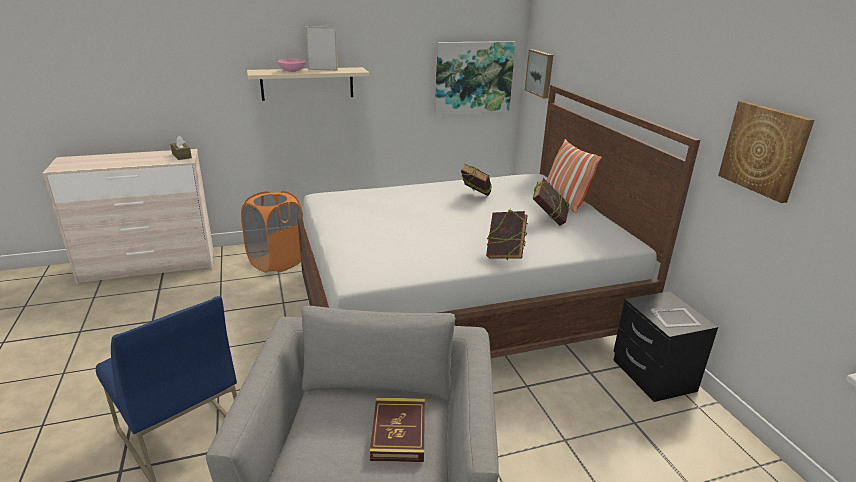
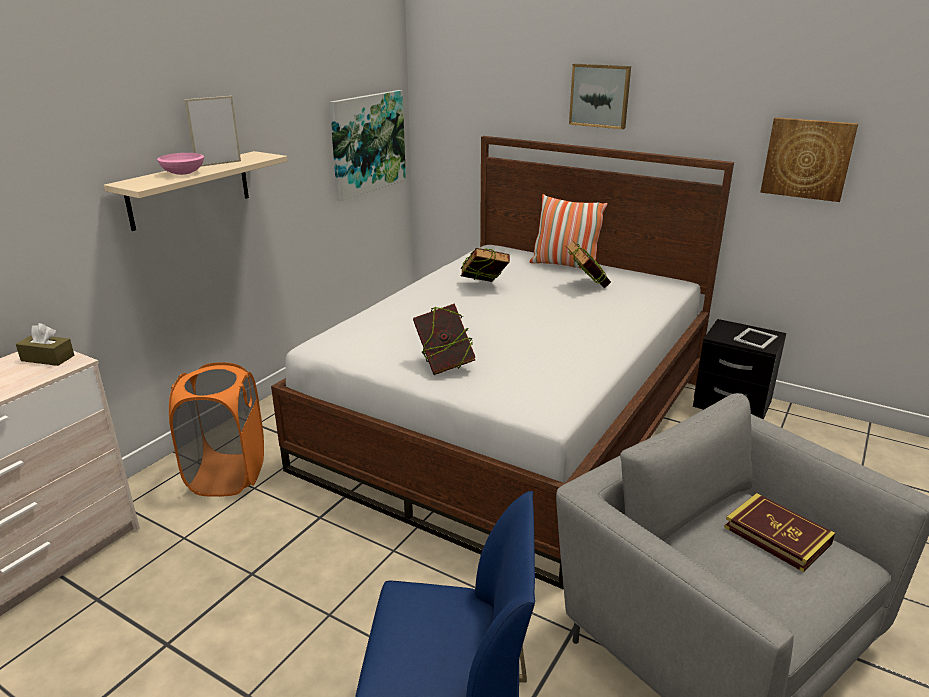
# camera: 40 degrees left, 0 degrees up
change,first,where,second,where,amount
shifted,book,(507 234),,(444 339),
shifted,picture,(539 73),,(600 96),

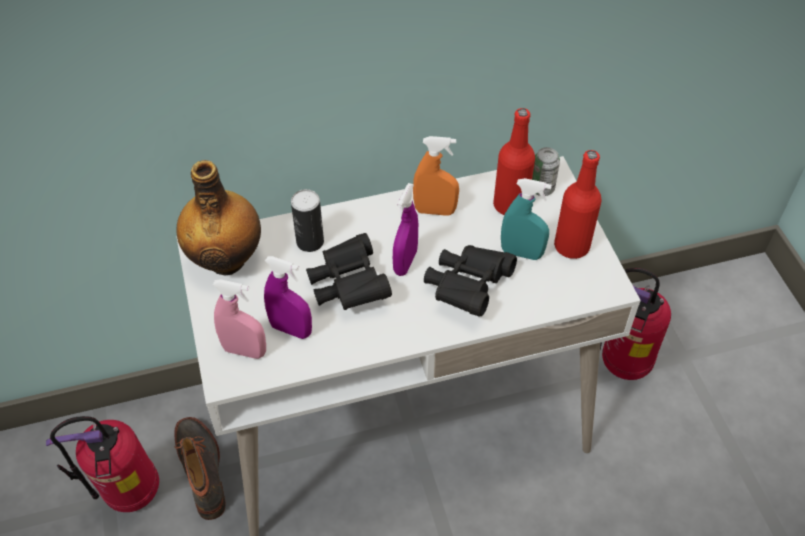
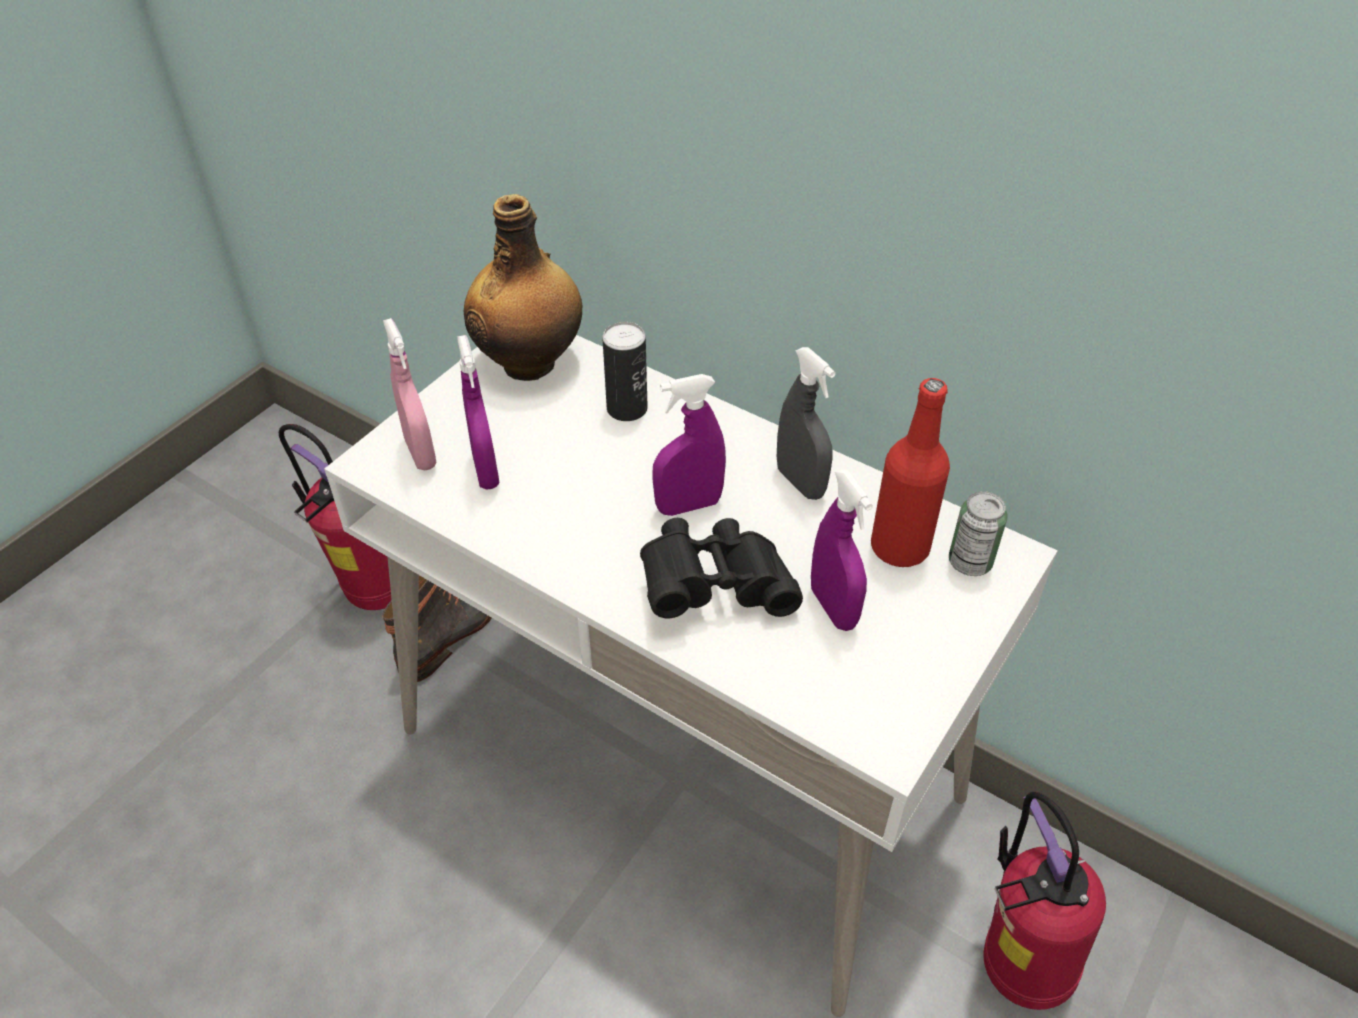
# camera: 50 degrees right, 5 degrees down
change,first,where,second,where,amount
gone,black binoculars,(349 271),,,
gone,red bottle,(578 204),,,
repainted,orange spray bottle,(436 176),grey spray bottle,(806 423),
repainted,turquoise spray bottle,(526 219),purple spray bottle,(842 550),

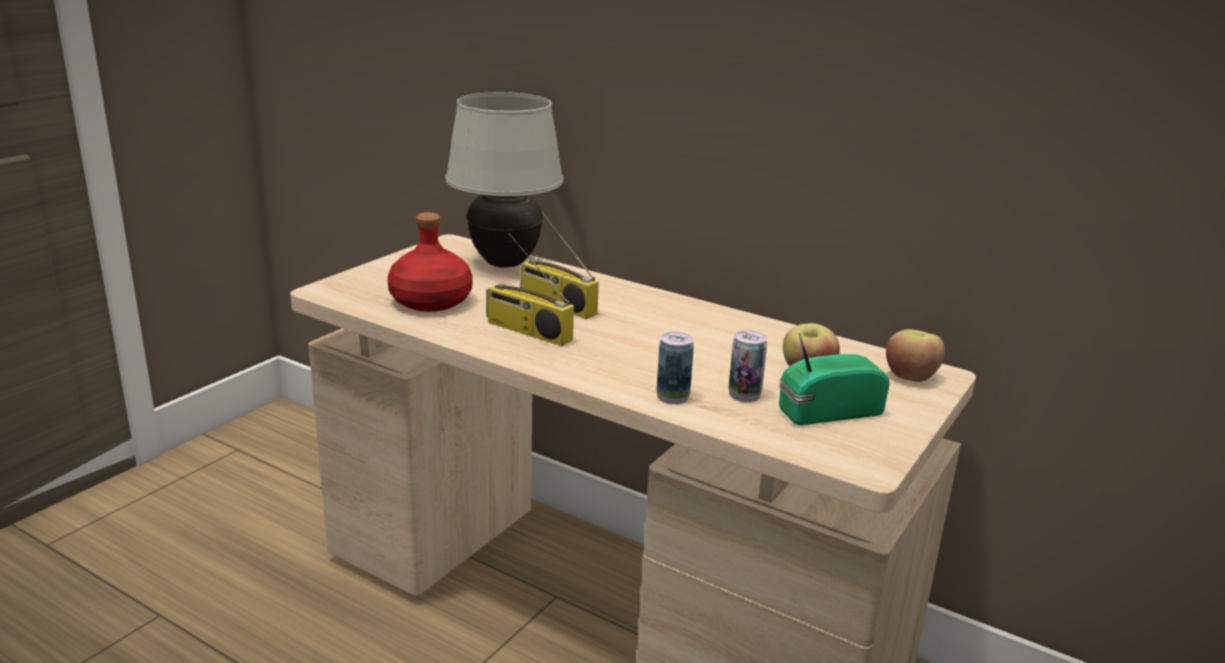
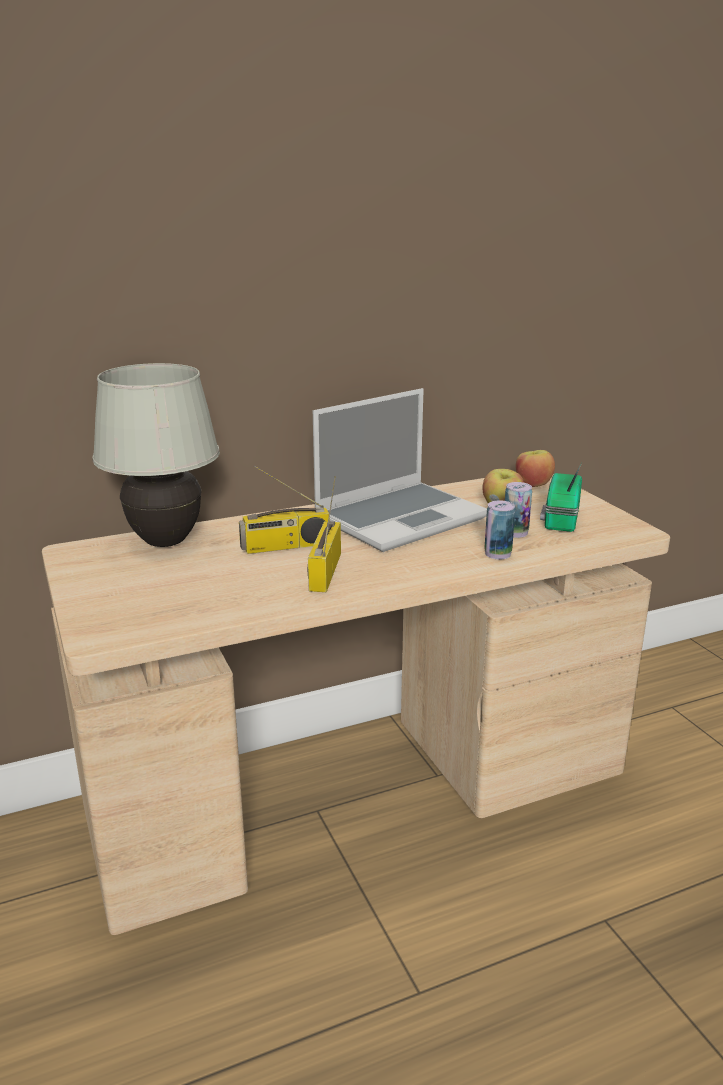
# camera: 55 degrees left, 0 degrees up
change,first,where,second,where,amount
gone,red bottle,(430 262),,,
new,,,laptop,(400 470),
rotated,radio,(530 289),,(324 534),120 degrees clockwise

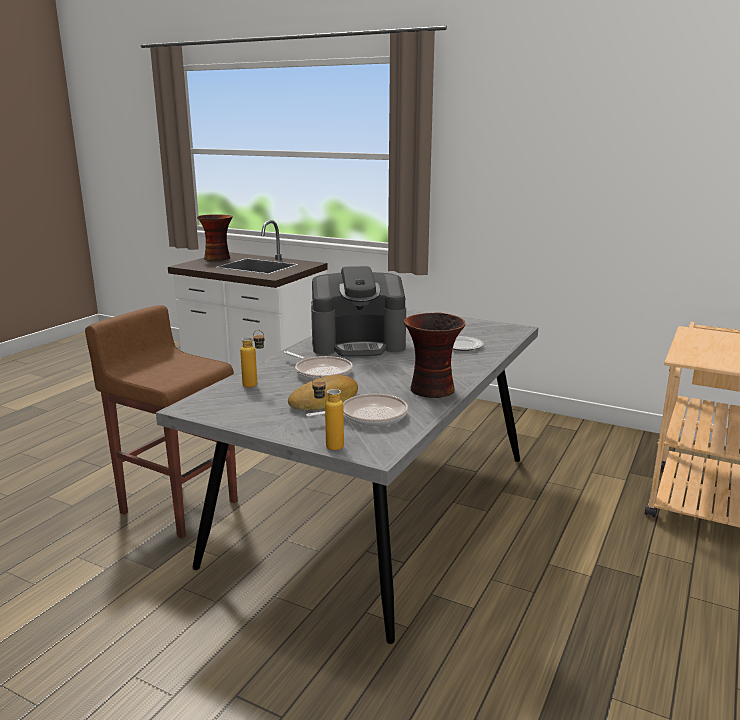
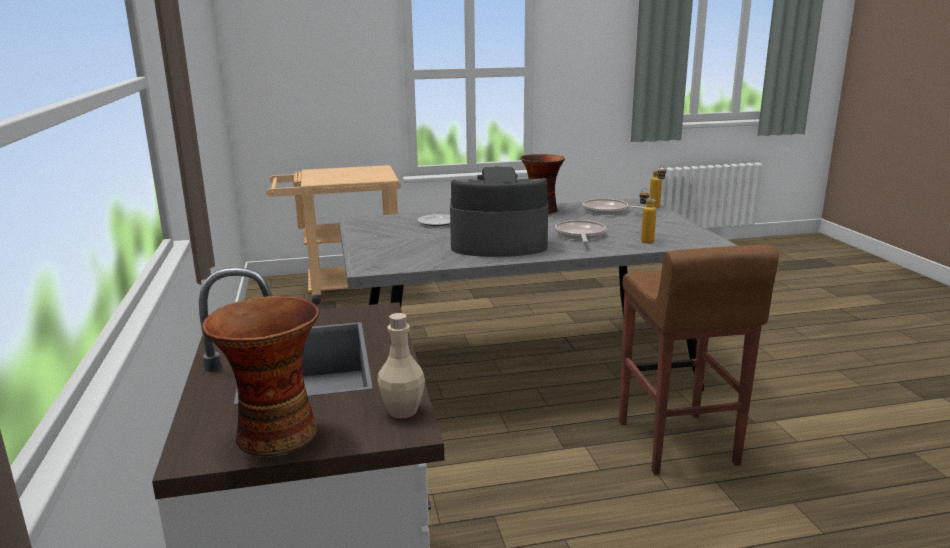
# camera: 130 degrees left, 0 degrees up
change,first,where,second,where,amount
gone,bread,(323 393),,,
new,,,beige bottle,(401 365),
rotated,coffee machine,(358 311),,(499 211),45 degrees counterclockwise

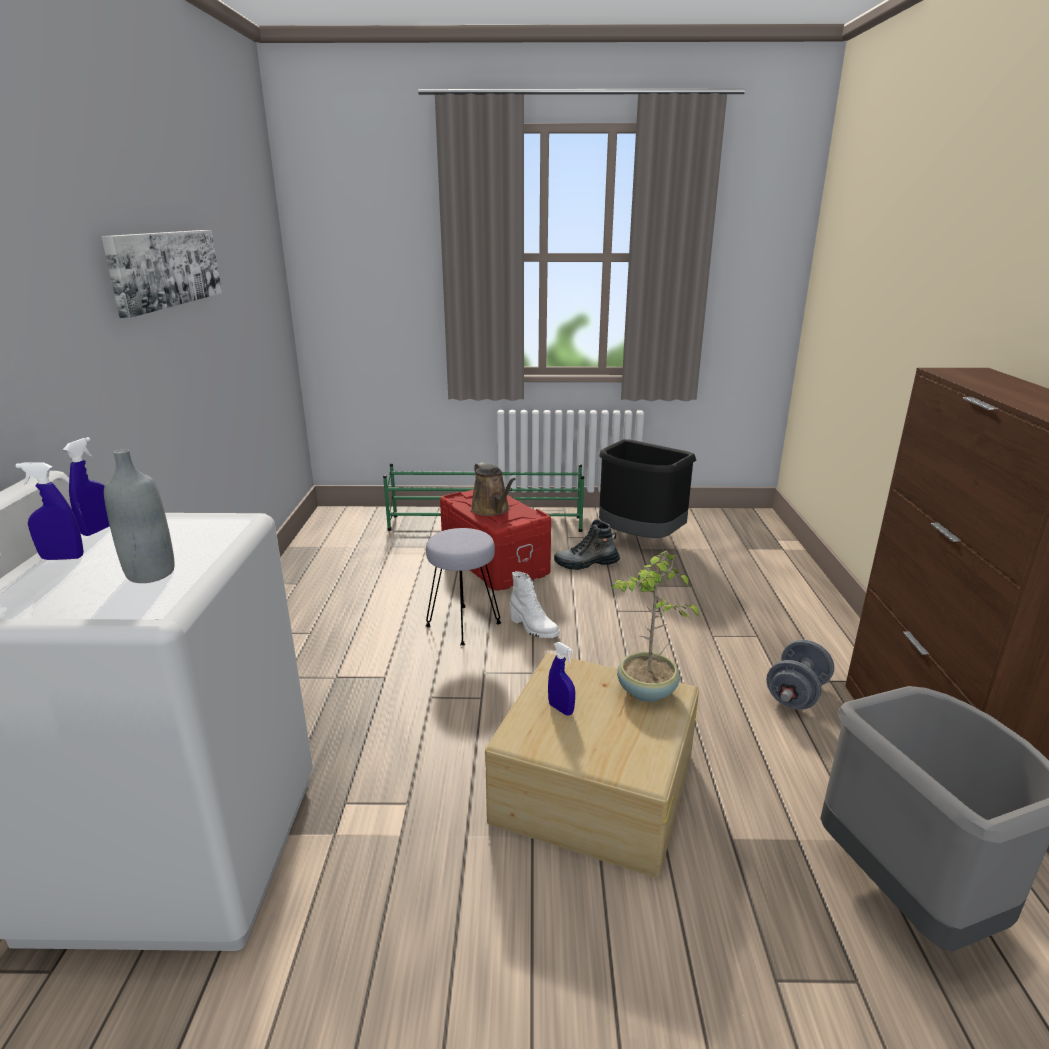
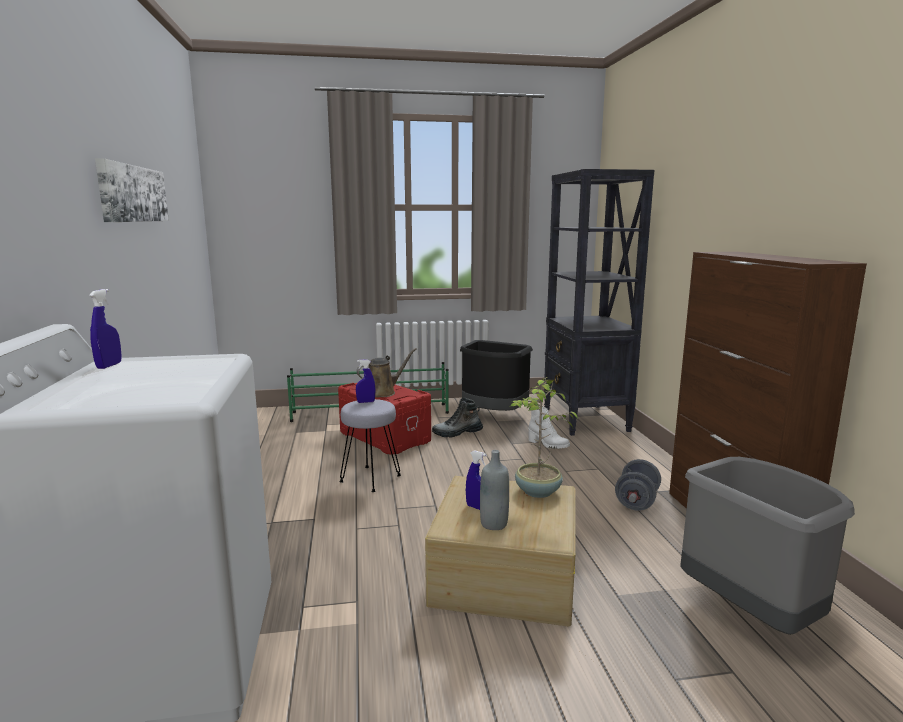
# camera: 10 degrees left, 10 degrees down
change,first,where,second,where,amount
new,,,black bookcase,(599 302),
shifted,blue spray bottle,(49 511),,(365 381),
shifted,grey bottle,(139 516),,(494 490),
shifted,white boot,(535 604),,(549 427),
rotated,brown watering can,(493 489),,(386 372),90 degrees counterclockwise

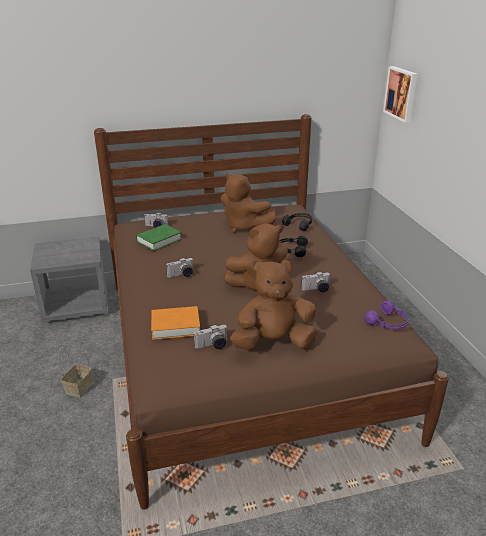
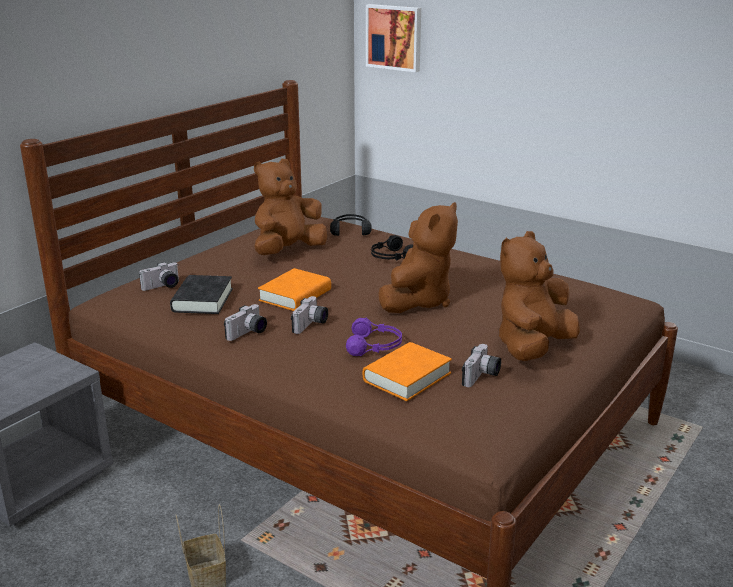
# camera: 40 degrees left, 5 degrees down
change,first,where,second,where,amount
new,,,orange book,(294 289),
shifted,photo camera,(316 281),,(245 322),
shifted,purple headphones,(386 315),,(374 337),
repainted,green book,(159 237),black book,(201 294),
rotated,brown plush toy,(248 203),,(290 207),135 degrees clockwise

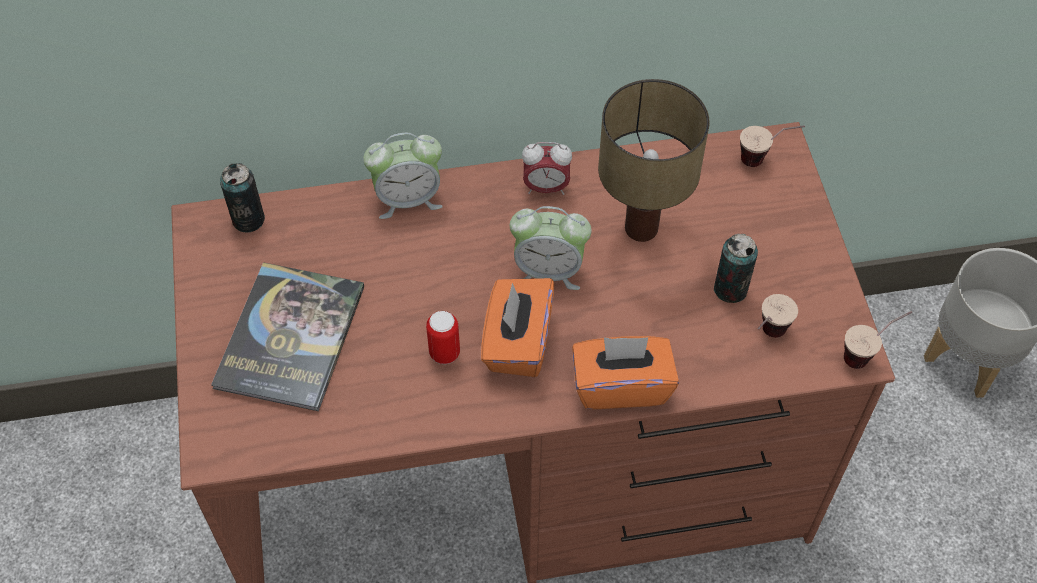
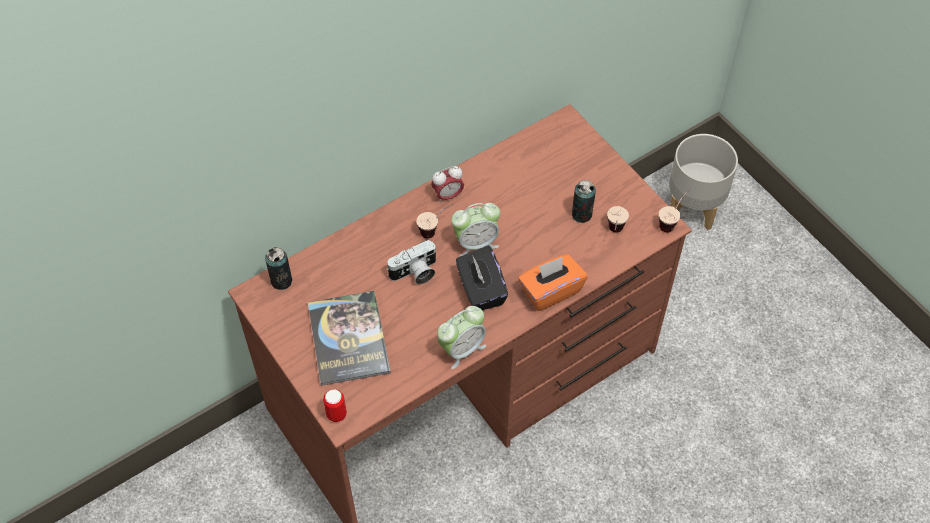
# camera: 25 degrees left, 0 degrees up
change,first,where,second,where,amount
gone,table lamp,(653 160),,,
new,,,photo camera,(412 262),
shifted,alarm clock,(403 176),,(461 337),
shifted,can,(443 337),,(335 405),
shifted,cup,(772 146),,(435 221),
repainted,orange tissue box,(517 327),black tissue box,(482 278),

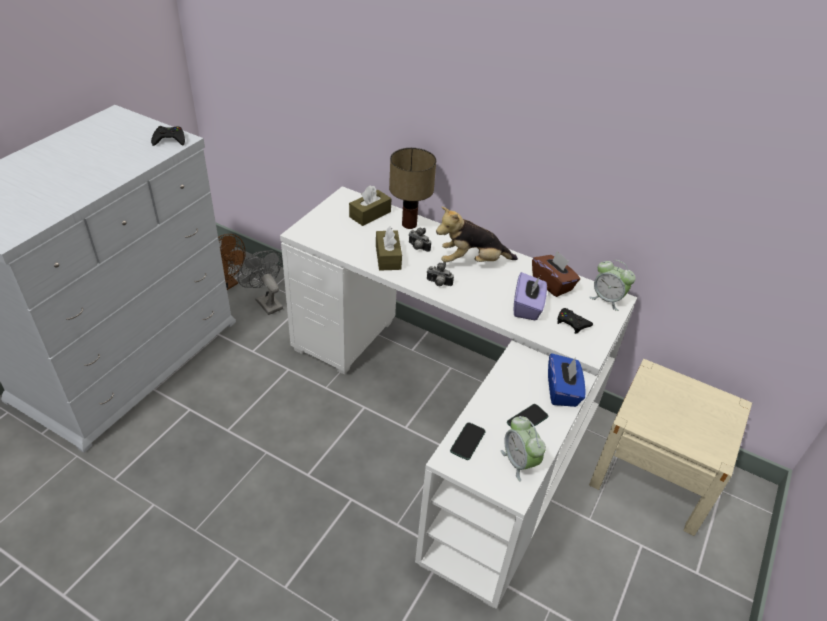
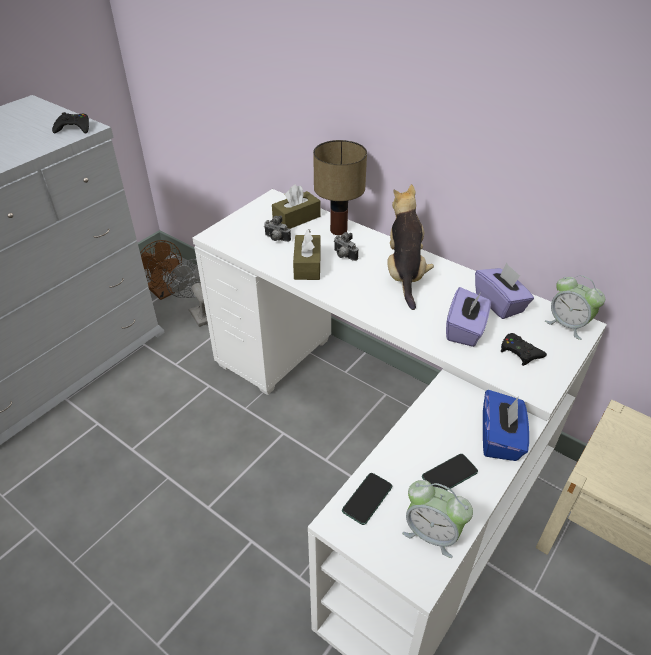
# camera: 10 degrees right, 0 degrees up
change,first,where,second,where,amount
shifted,photo camera,(440 274),,(277 228),
repainted,brown tissue box,(556 274),purple tissue box,(504 290),
rotated,plush toy,(477 235),,(410 247),90 degrees clockwise
rotated,alarm clock,(523 449),,(437 519),45 degrees counterclockwise

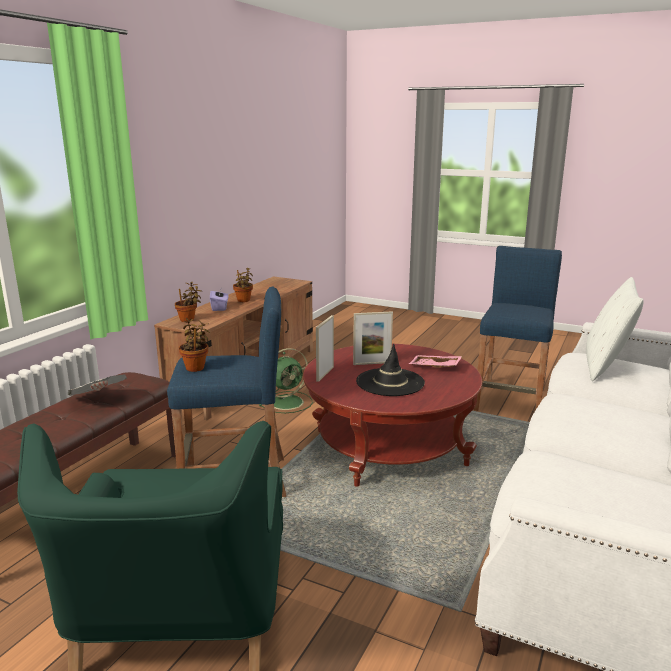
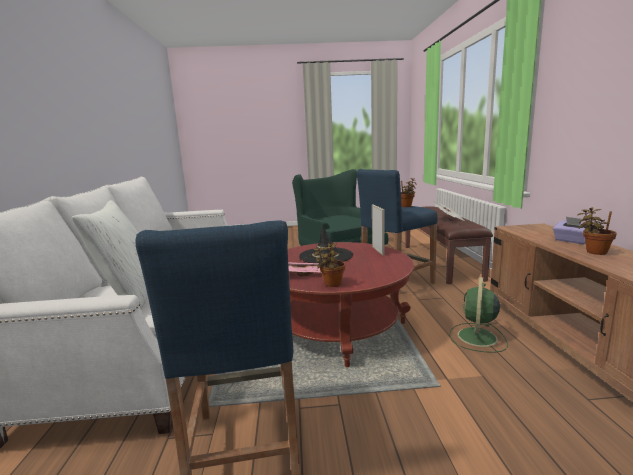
# camera: 150 degrees right, 5 degrees down
change,first,where,second,where,amount
gone,picture frame,(373 338),,,
shifted,potted plant,(188 302),,(329 265),

